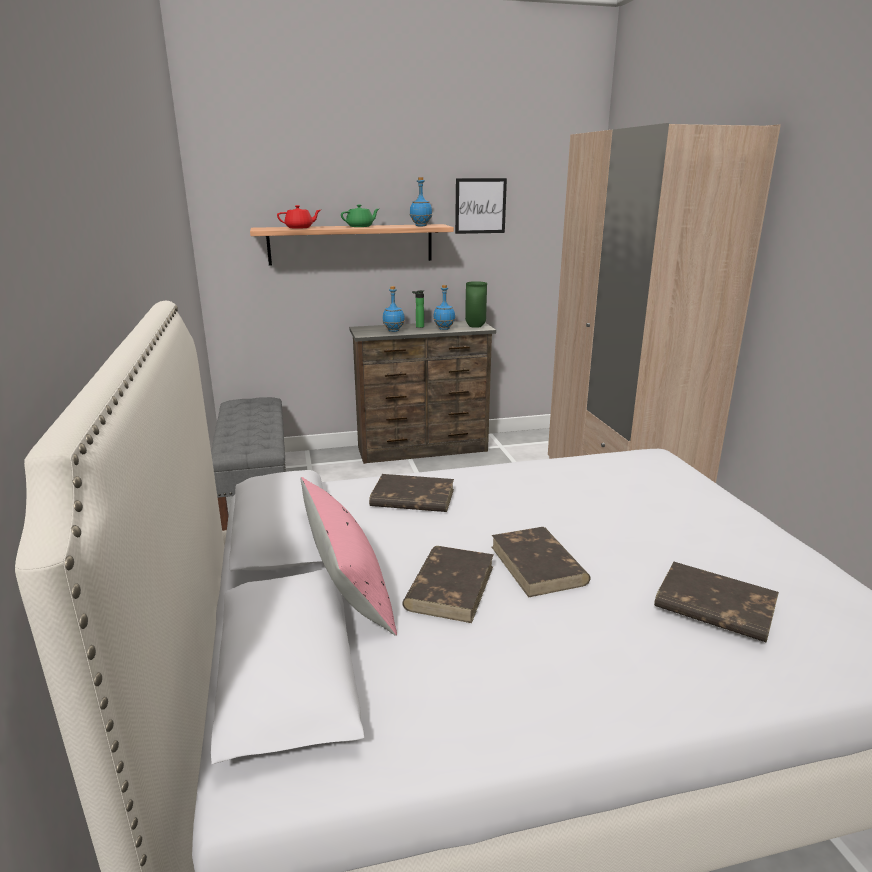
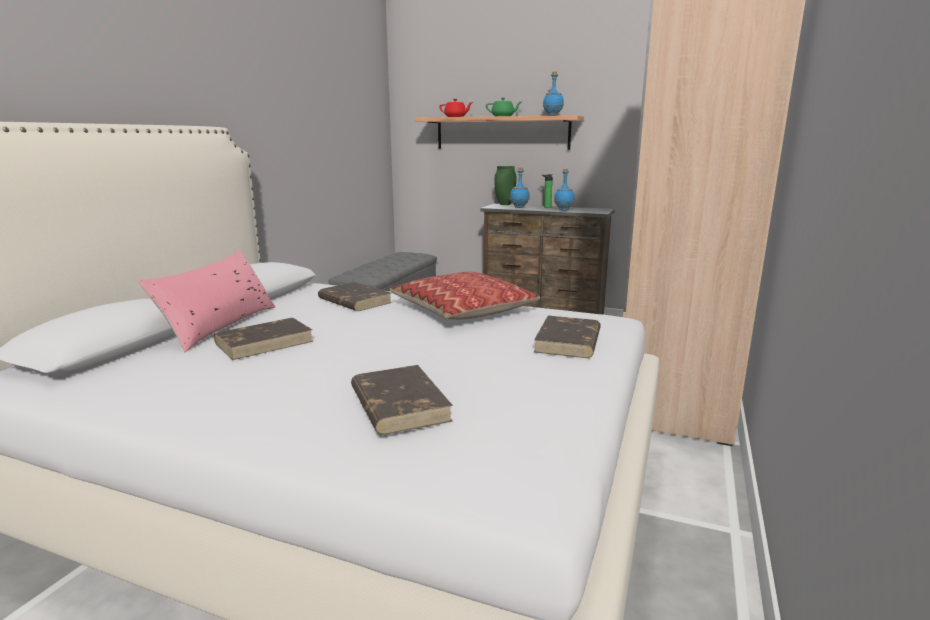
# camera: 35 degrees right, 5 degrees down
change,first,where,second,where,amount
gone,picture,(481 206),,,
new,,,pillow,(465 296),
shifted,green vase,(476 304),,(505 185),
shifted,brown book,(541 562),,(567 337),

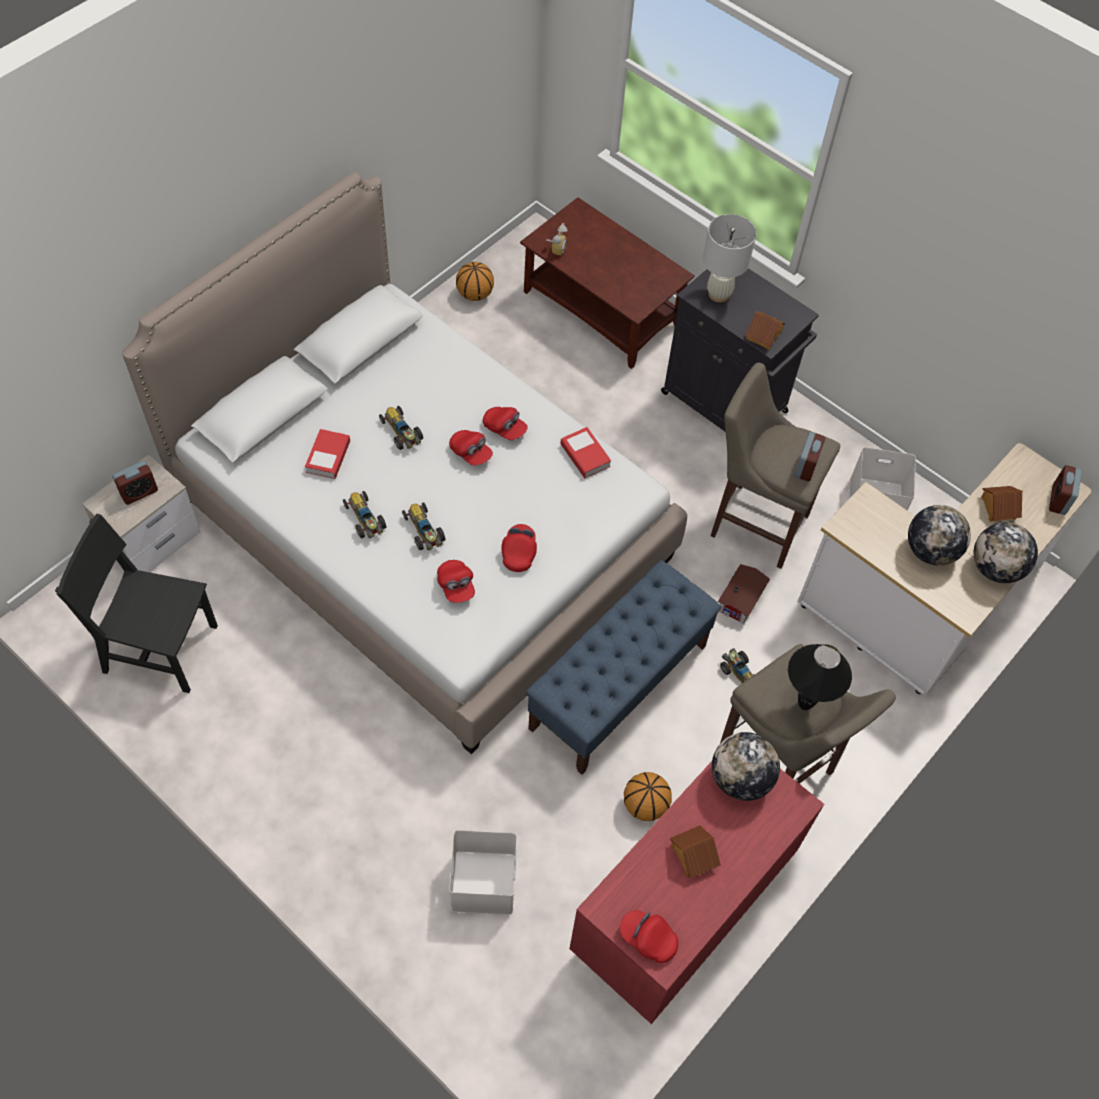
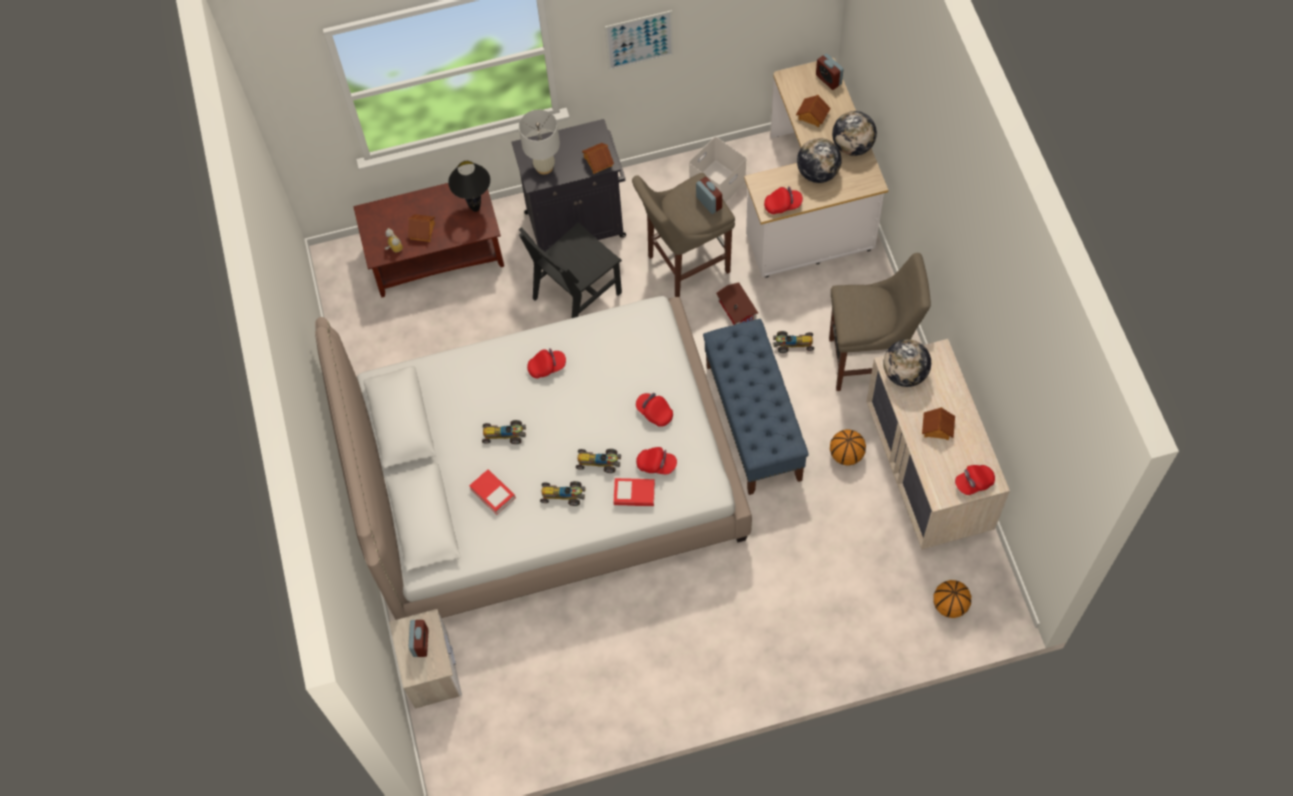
# camera: 50 degrees left, 5 degrees up
change,first,where,second,where,amount
gone,white storage box,(483 872),,,
new,,,toy house,(421 228),
new,,,picture,(639 40),
shifted,black chair,(136 603),,(570 270),
shifted,red cap,(471 448),,(783 200),
shifted,basketball,(475 281),,(952 599),
shifted,book,(585 452),,(634 492),
shifted,black table lamp,(820 677),,(469 186),
repainted,red dresser,(696 892),beige dresser,(938 444),

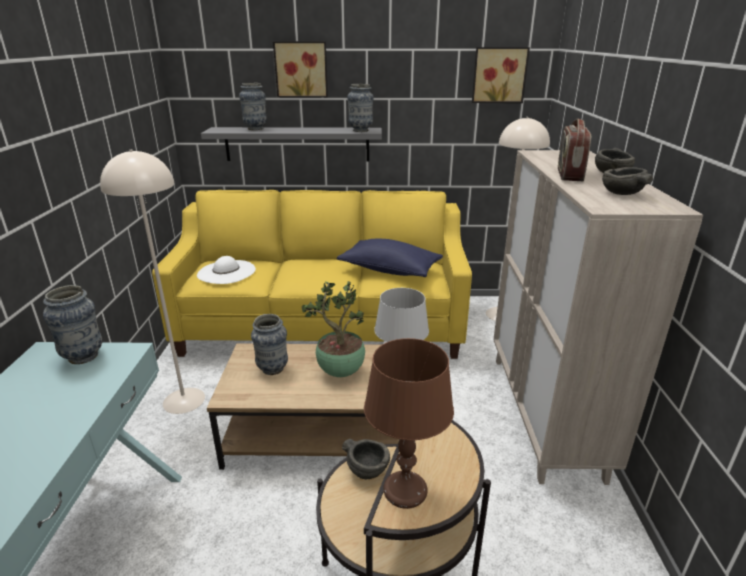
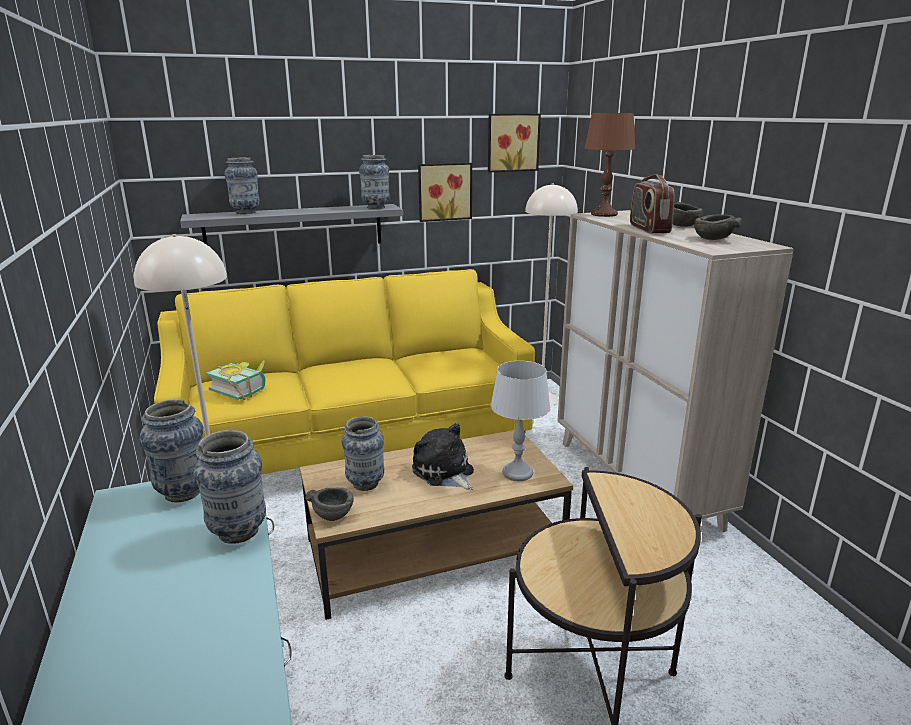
# camera: 20 degrees left, 5 degrees down
change,first,where,second,where,amount
gone,blue pillow,(390 258),,,
new,,,vase,(229 487),
shifted,picture,(300 69),,(445 192),
shifted,grey bowl,(366 459),,(329 504),
shifted,brown table lamp,(409 423),,(610 165),
swapped,white hat,(226 270),book,(235 379),
swapped,potted plant,(333 329),plush toy,(443 456),

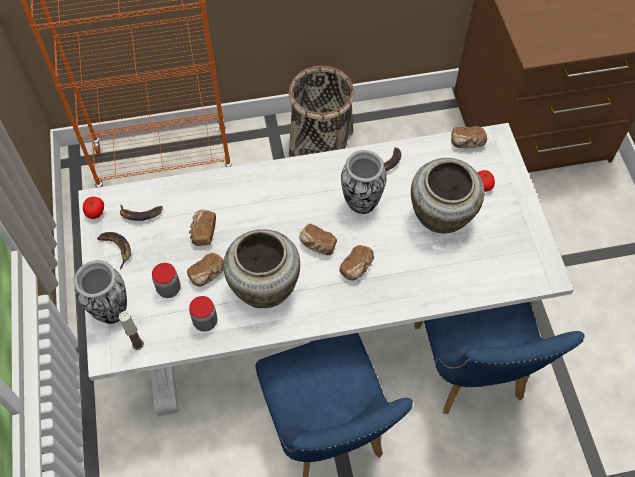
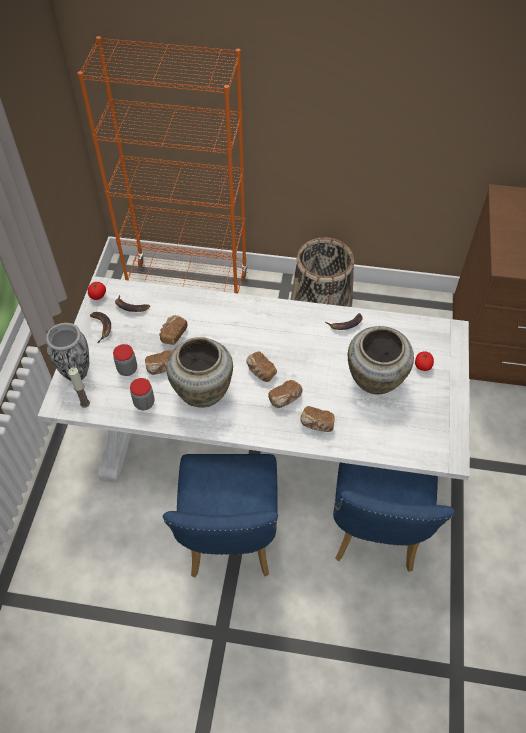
# camera: 20 degrees right, 5 degrees down
change,first,where,second,where,amount
gone,vase,(364 182),,,
shifted,bread,(469 137),,(317 419),

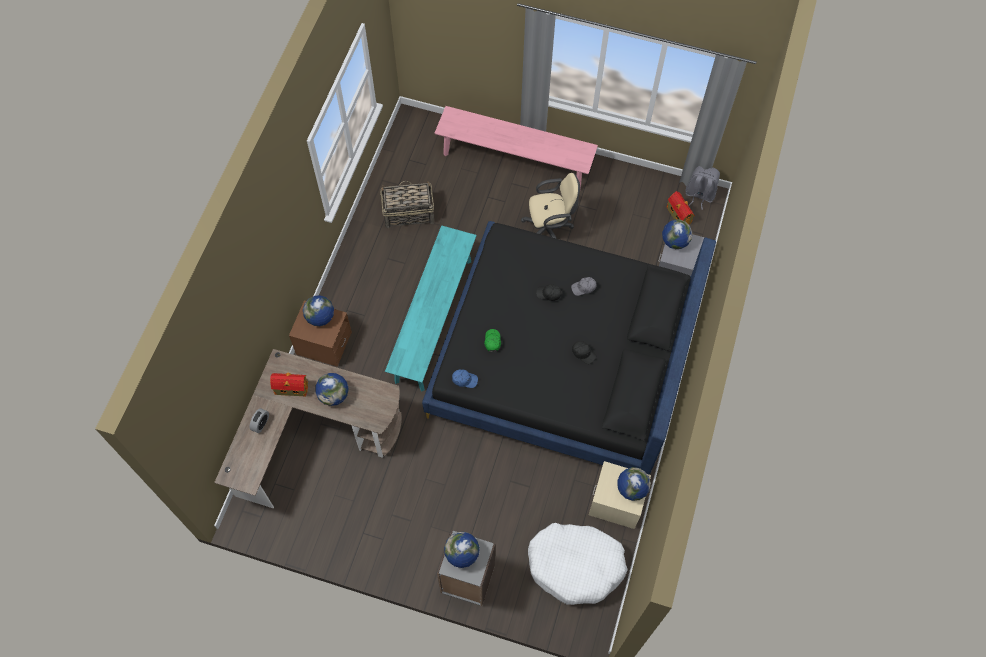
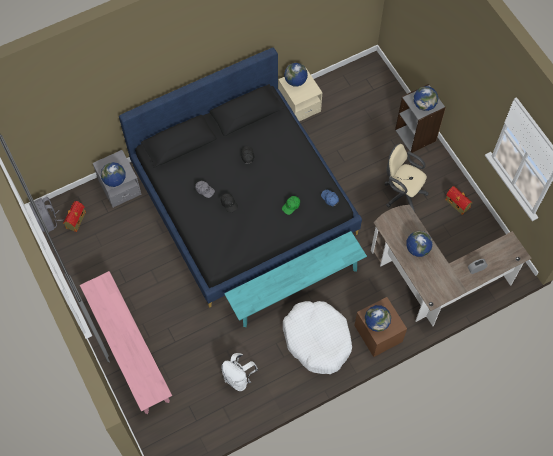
# camera: 135 degrees left, 0 degrees up
change,first,where,second,where,amount
shifted,toy house,(289 384),,(459 200),
shifted,beige office chair,(550 206),,(406 177),
shifted,white dog bed,(578 564),,(317 337),
swapped,basket,(407 204),white backpack,(239 372),

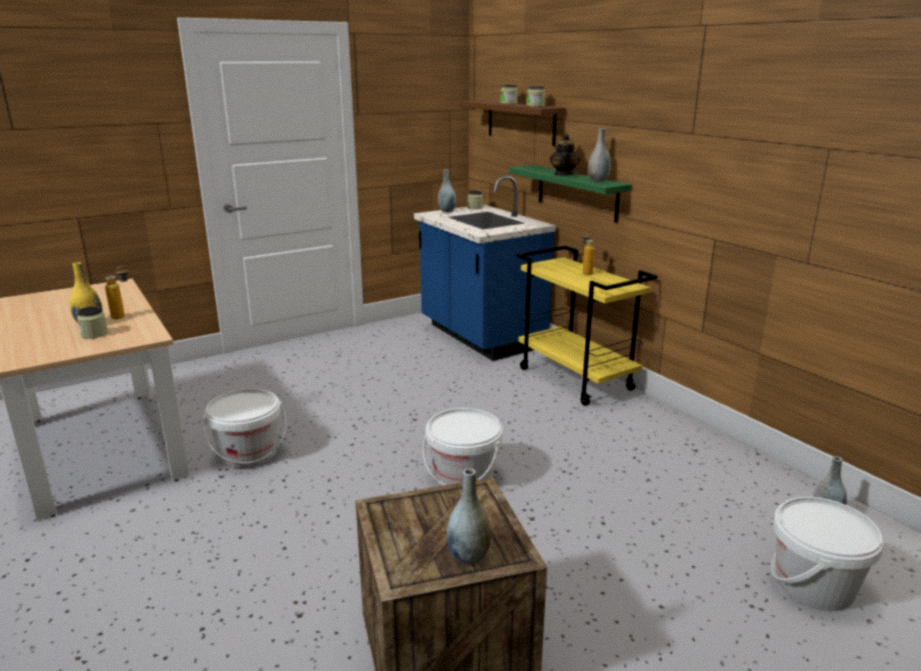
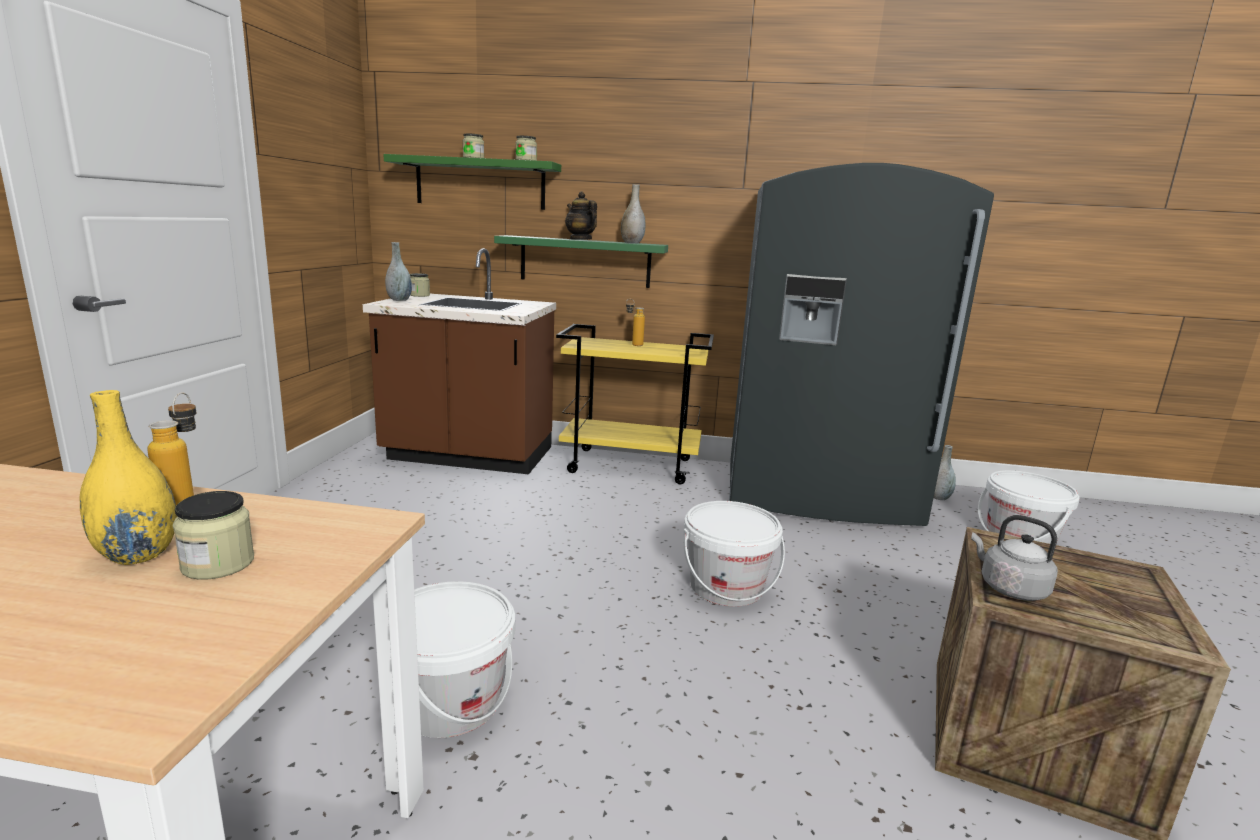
# camera: 50 degrees left, 5 degrees down
change,first,where,second,where,amount
gone,grey vase,(469 516),,,
new,,,grey fridge,(861 344),
new,,,grey kettle,(1014 558),
repainted,blue counter,(485 268),brown counter,(459 361),
repainted,brown shelf,(513 123),green shelf,(472 182),

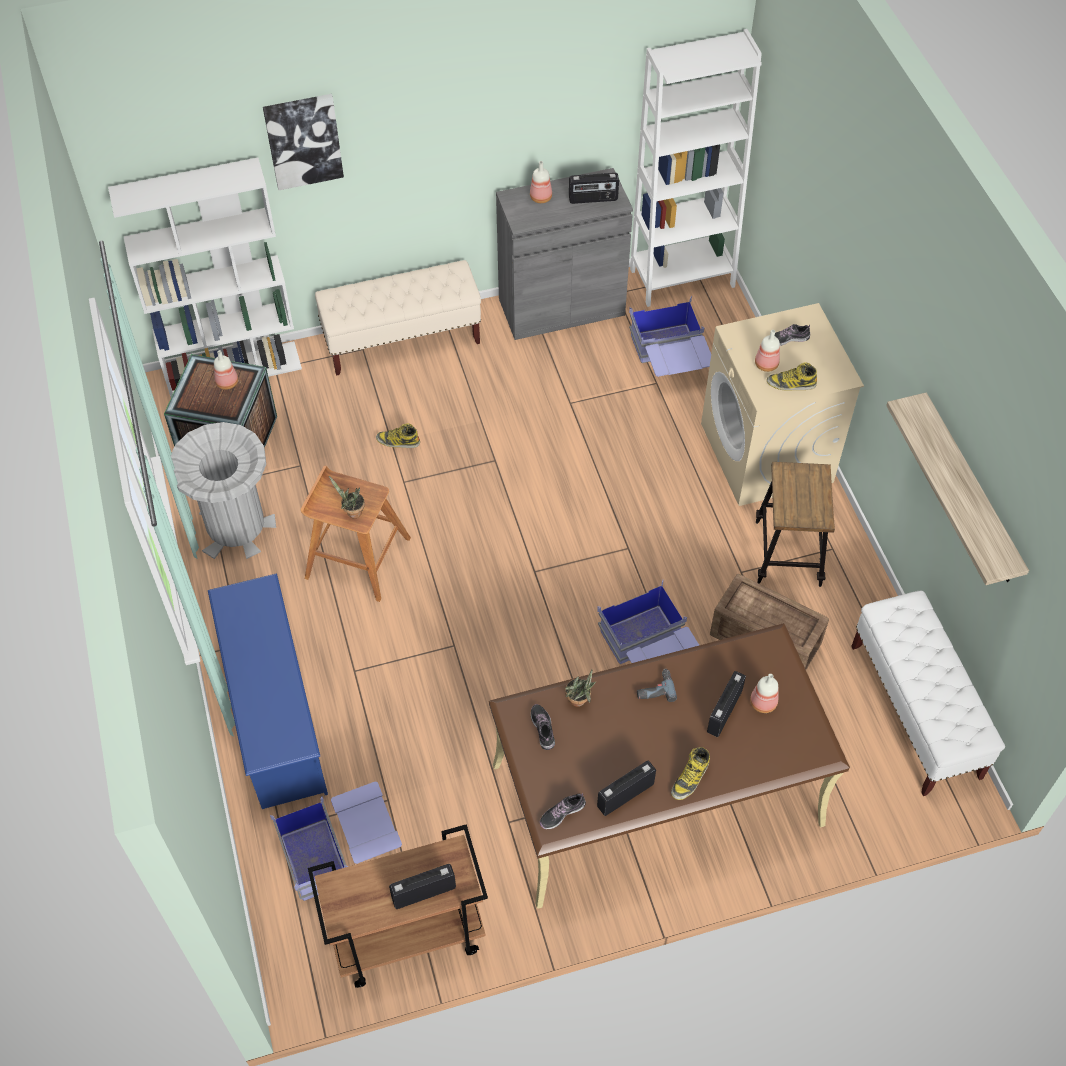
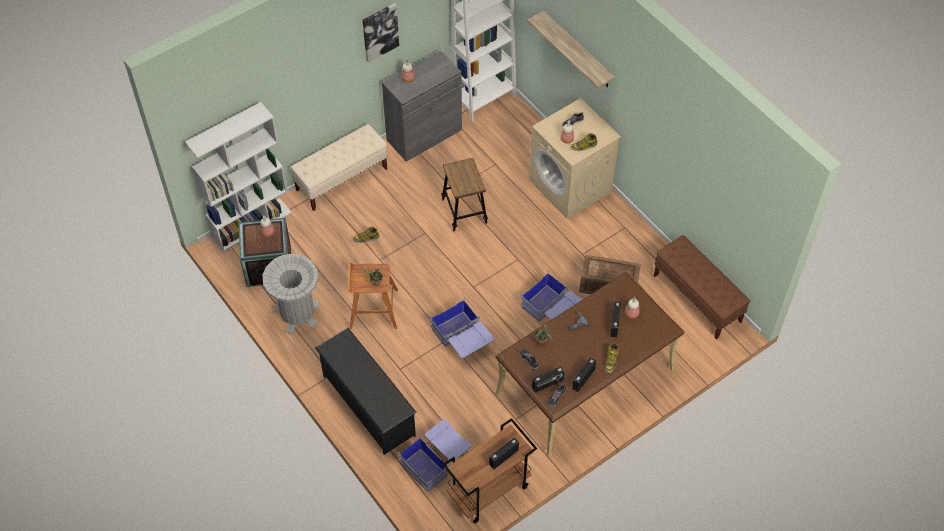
# camera: 20 degrees left, 0 degrees up
change,first,where,second,where,amount
shifted,picture,(303 142),,(381 32),
shifted,radio,(594 188),,(548 379),
shifted,blue storage box,(670 336),,(461 329),
shifted,stool,(795 524),,(464 195),
shifted,shelf,(957 488),,(571 49),
repainted,blue shoe rack,(268 691),black shoe rack,(366 391),
repainted,white bench,(928 693),brown bench,(702 287),

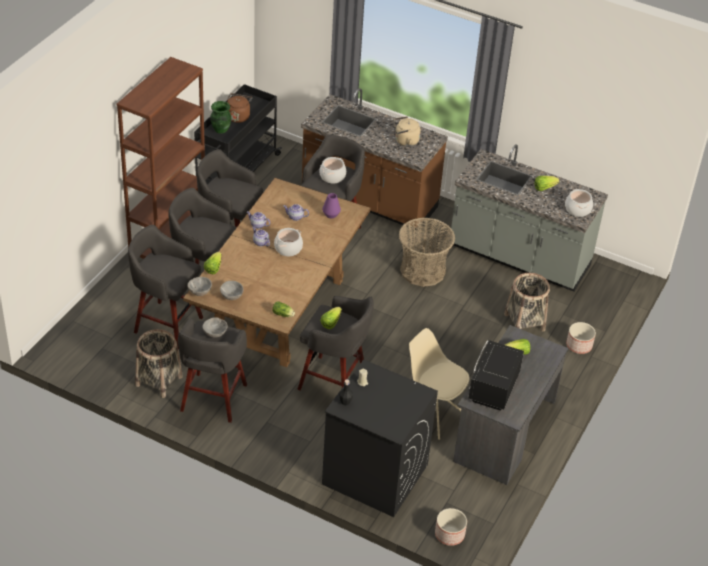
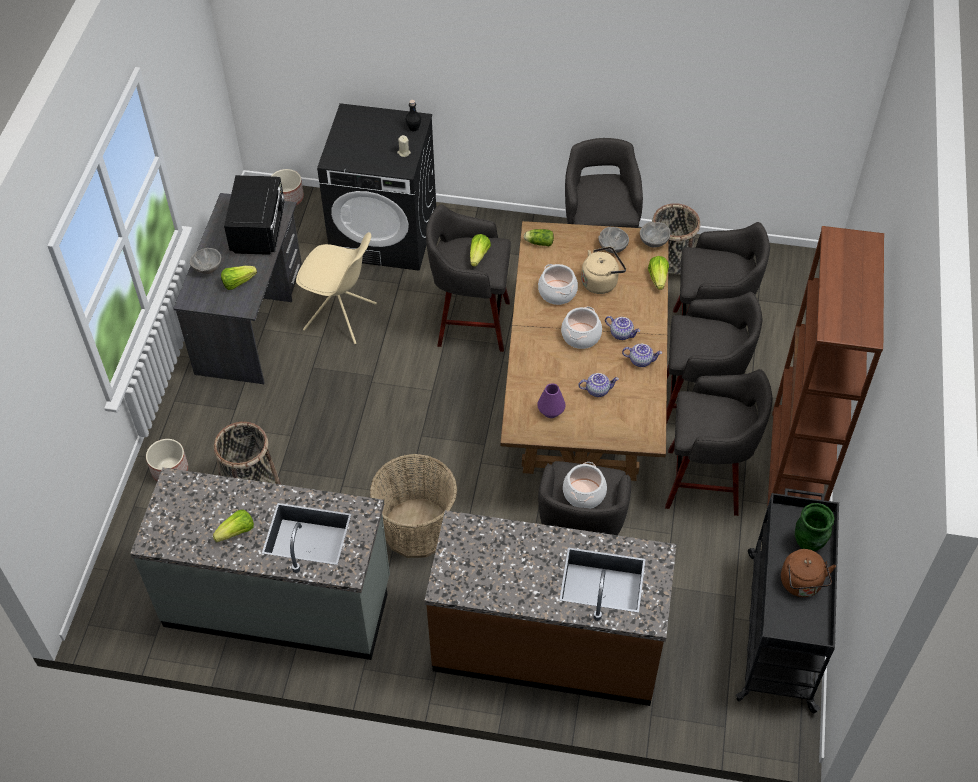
# camera: 165 degrees right, 10 degrees up
change,first,where,second,where,amount
shifted,grey bowl,(215 327),,(205 261),
shifted,beige kettle,(407 131),,(603 270),
shifted,cooking pot,(579 203),,(558 284),

